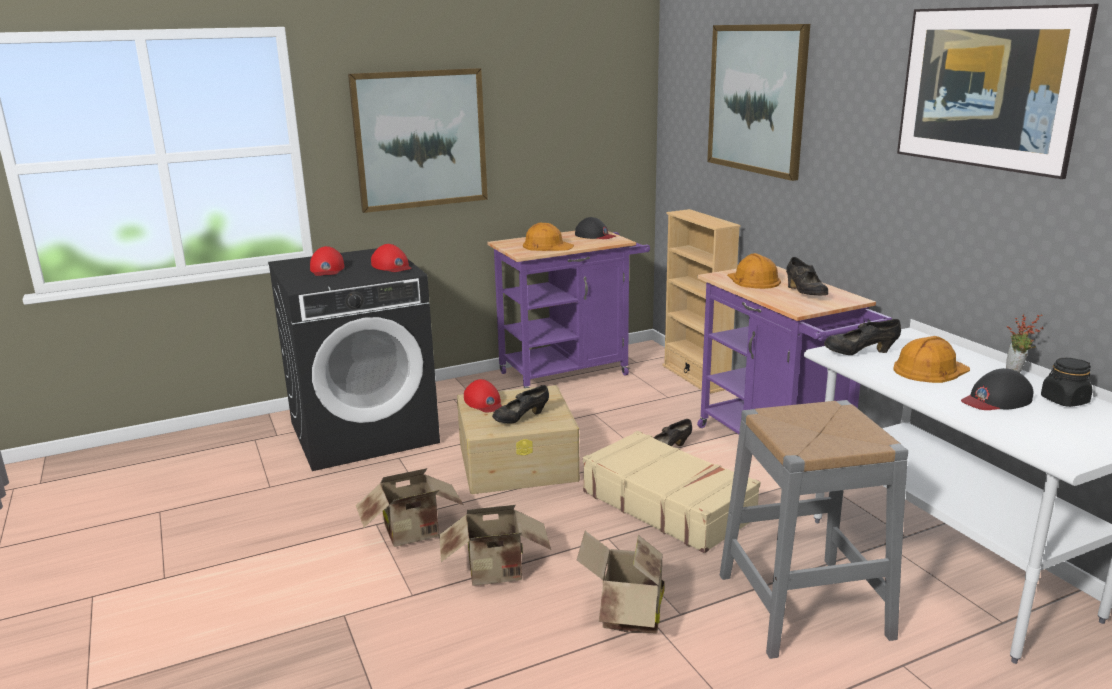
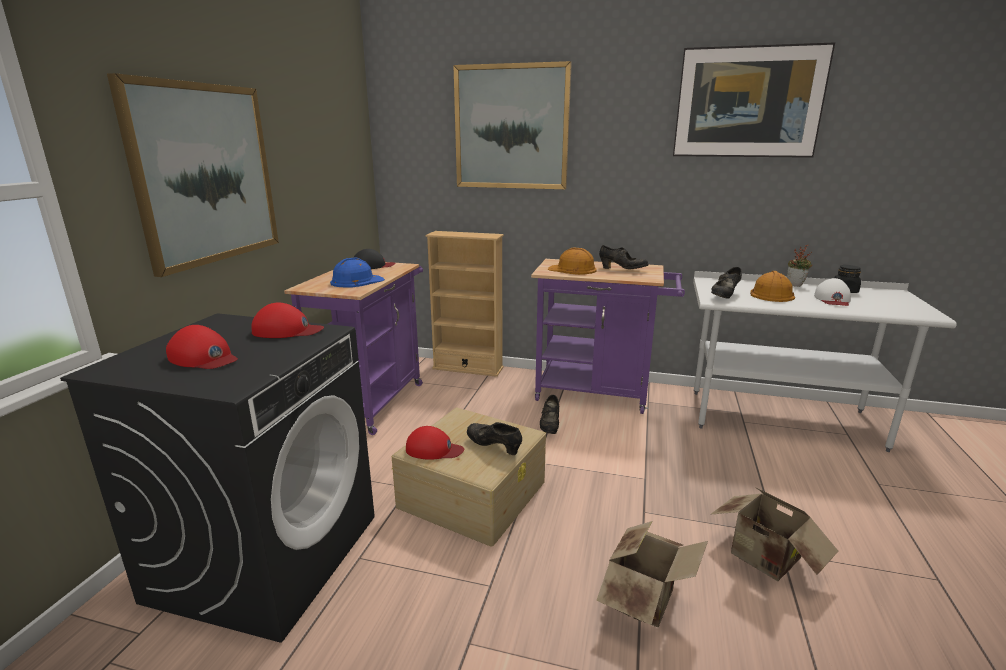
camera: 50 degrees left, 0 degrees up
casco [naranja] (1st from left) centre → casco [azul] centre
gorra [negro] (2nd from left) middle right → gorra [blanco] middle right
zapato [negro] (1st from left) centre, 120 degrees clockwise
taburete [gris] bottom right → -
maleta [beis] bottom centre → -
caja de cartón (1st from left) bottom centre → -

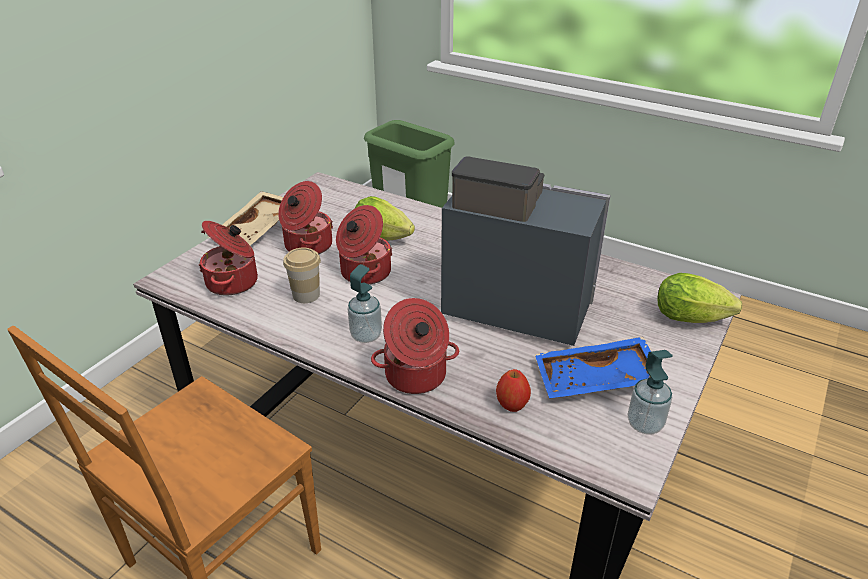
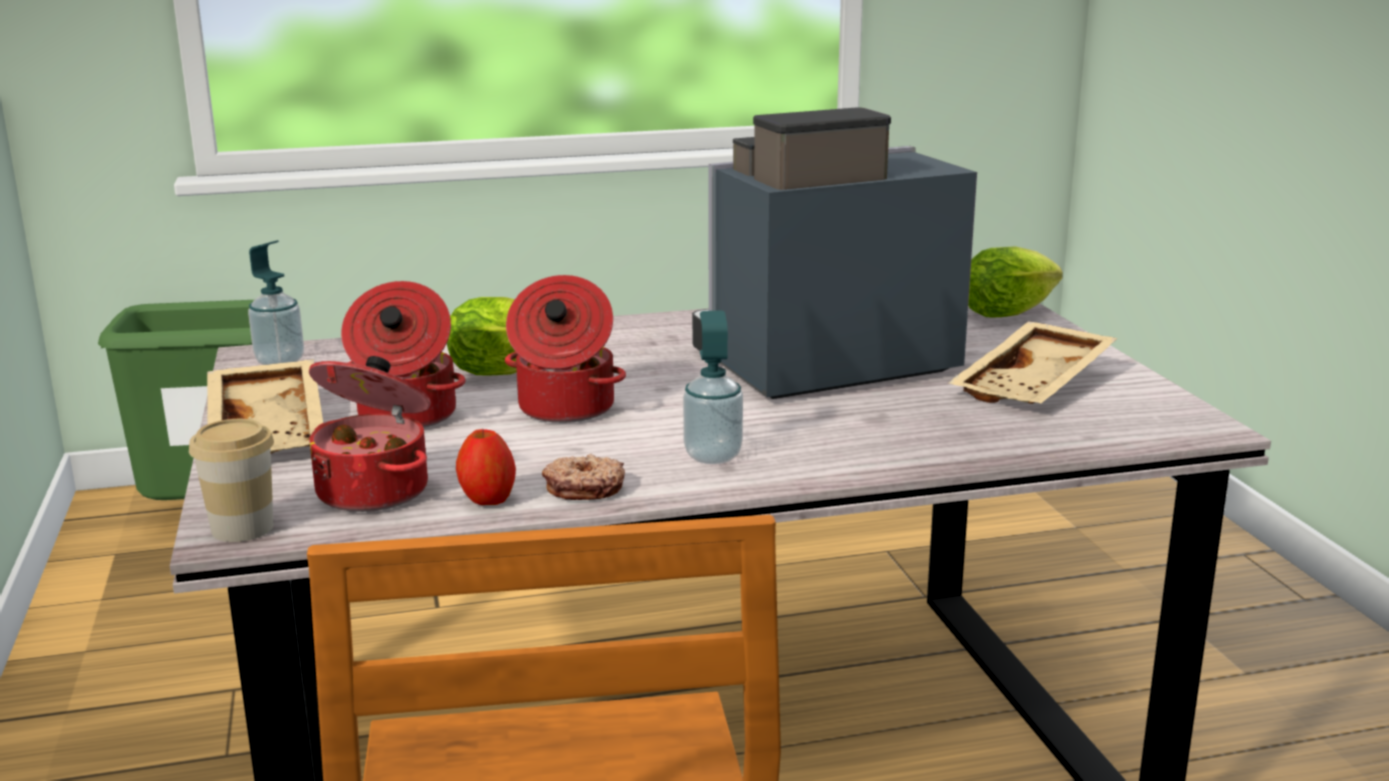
camera: 45 degrees left, 15 degrees down
taza centre → taza middle left, move
olla (4th from left) centre → -
bandeja [azul] middle right → bandeja [beis] (2nd from left) middle right
dispensador de jabón (2nd from left in the first image) bottom right → dispensador de jabón (1st from left) middle left, move
manzana bottom centre → manzana centre, move
- → rosquilla centre

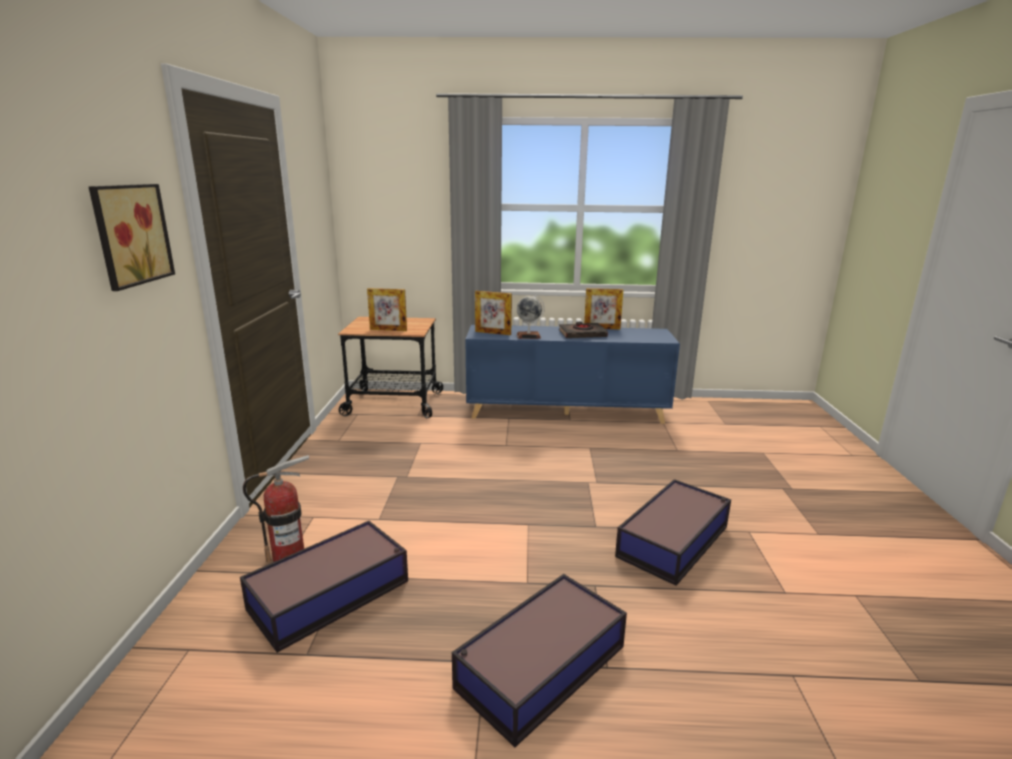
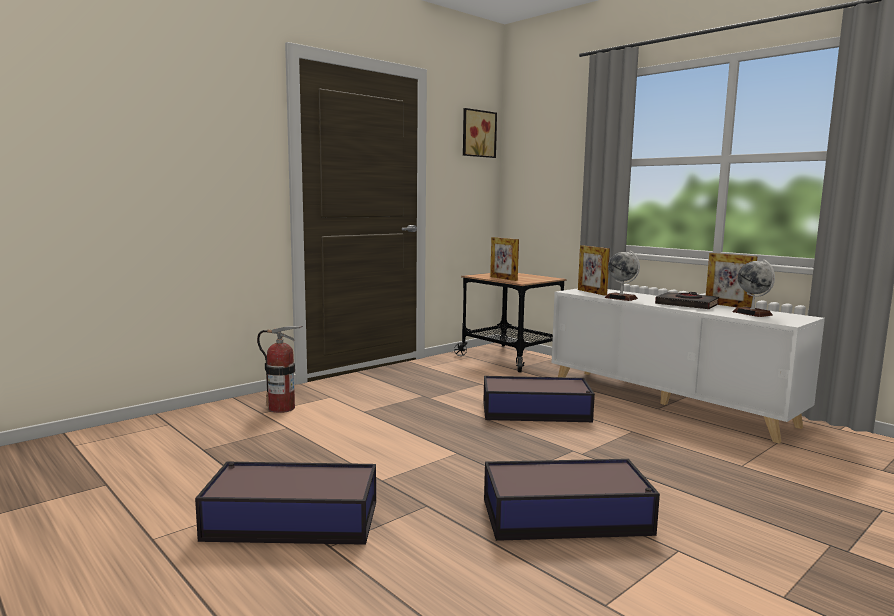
camera: 45 degrees right, 10 degrees down
cuadro top left → cuadro top centre, move
armario [azul] centre → armario [blanco] middle right
caja de almacenaje (1st from left in the first image) bottom left → caja de almacenaje (2nd from left) centre, move
- → globo terráqueo (2nd from left) middle right

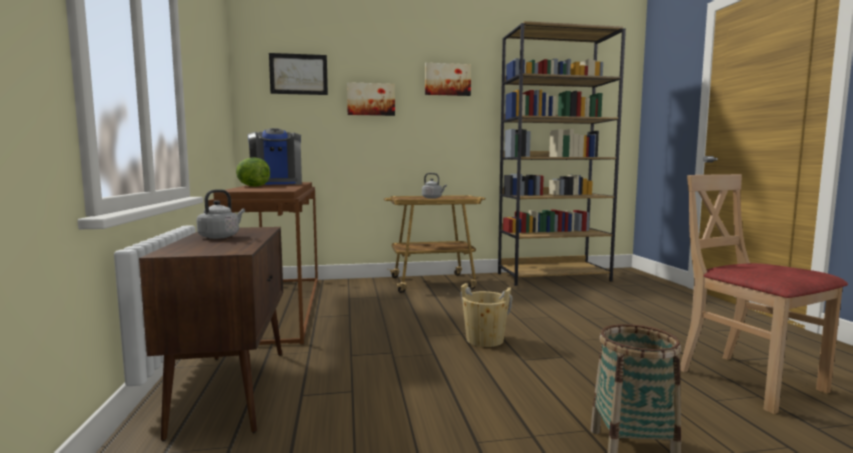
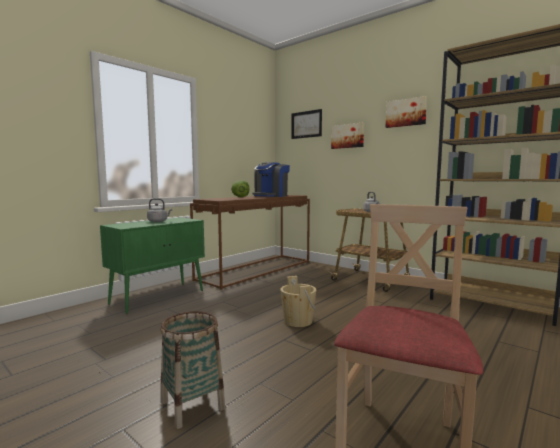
camera: 50 degrees right, 0 degrees up
armario [marrón] bottom left → armario [verde] middle left

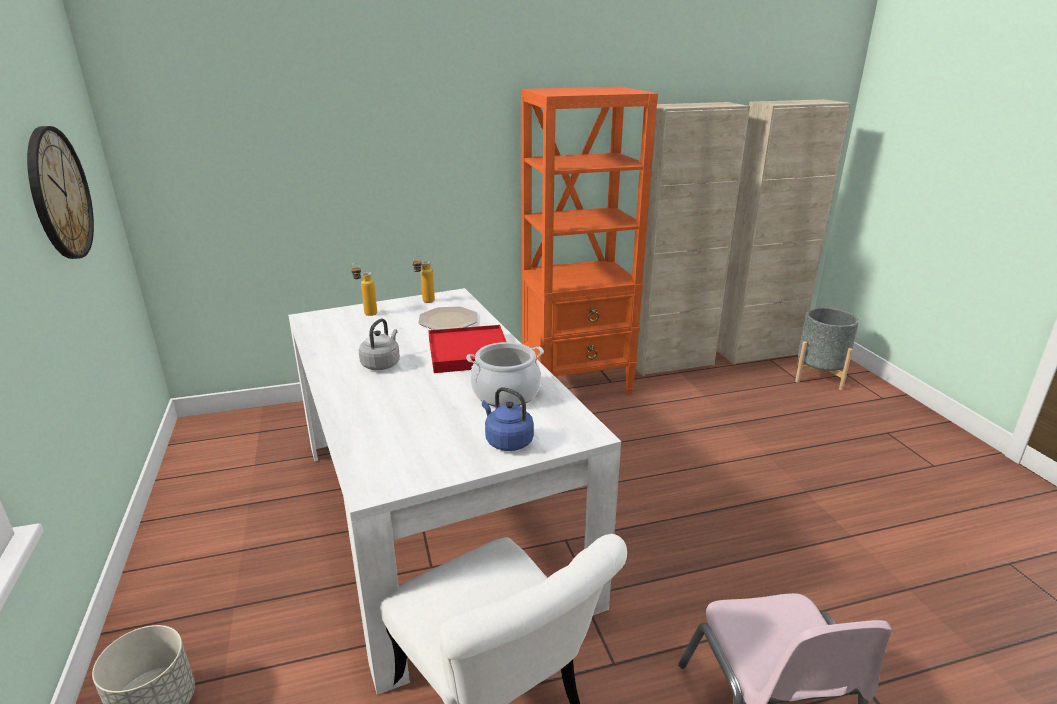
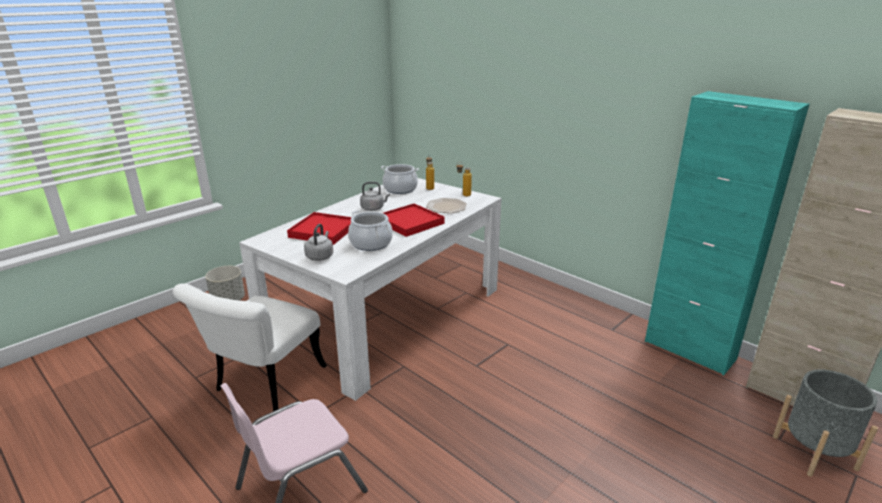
camera: 60 degrees right, 0 degrees up
estantería [naranja] centre → -
armario [beis] (1st from left) centre → armario [turquesa] middle right
reloj de pared top left → -
hervidor [azul] centre → hervidor [gris] (1st from left) centre
- → olla (2nd from left) centre
- → bandeja [rojo] (1st from left) centre

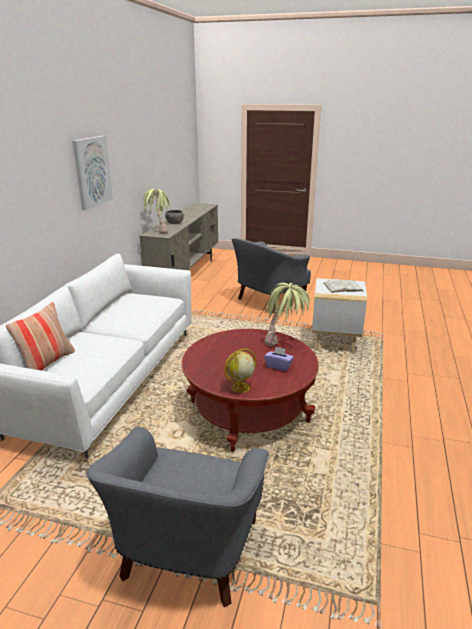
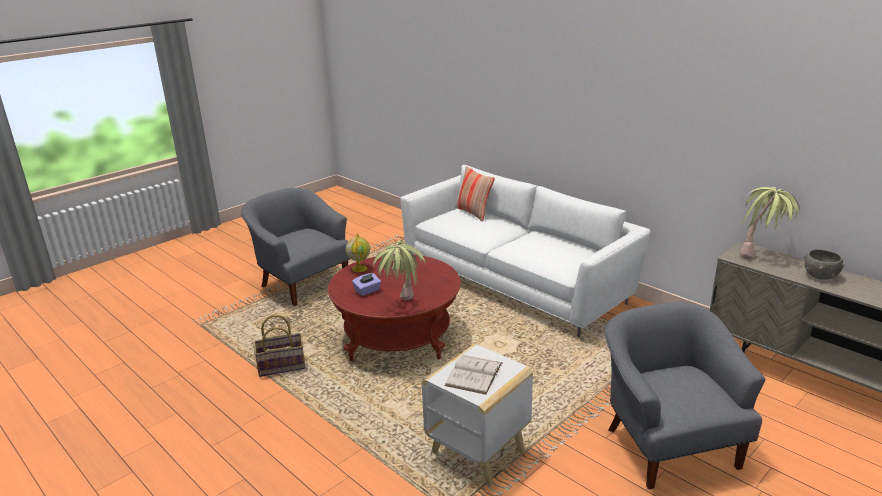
camera: 120 degrees right, 0 degrees up
cuadro top left → -
- → cesta bottom left

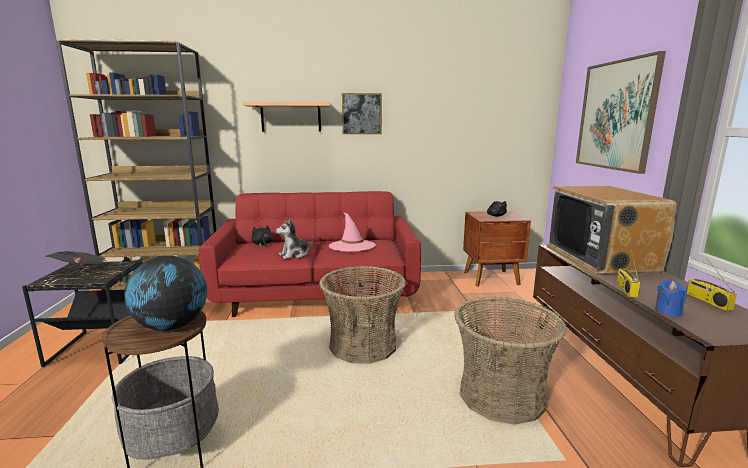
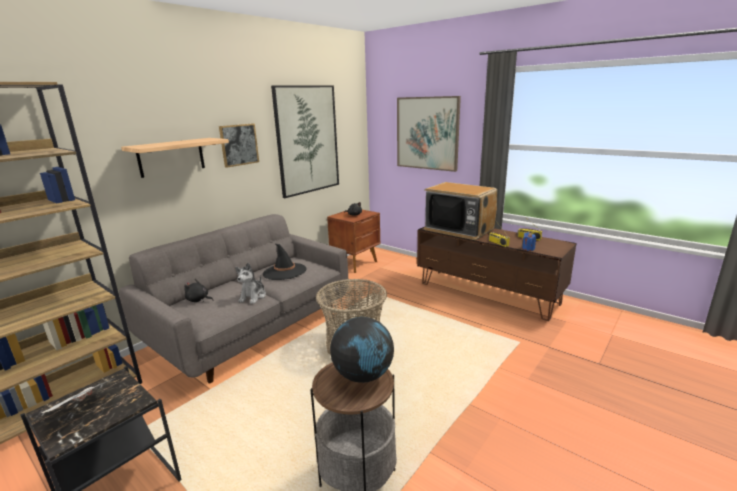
camera: 45 degrees left, 5 degrees up
sofá [rojo] centre → sofá [gris] middle left
sombrero [rosa] centre → sombrero [negro] centre
cesta (2nd from left) bottom right → -
- → cuadro (2nd from left) top centre

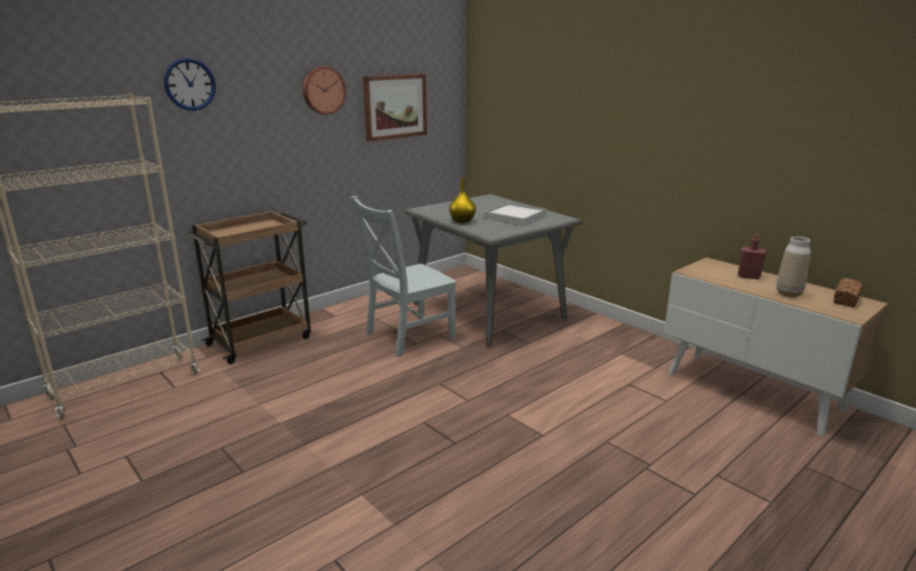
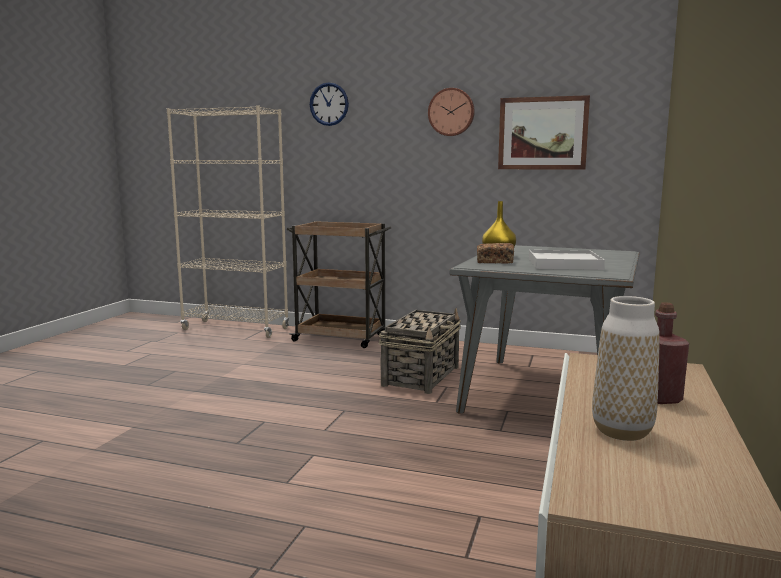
camera: 60 degrees right, 10 degrees down
silla [gris] centre → cesta centre
pan middle right → pan centre, move

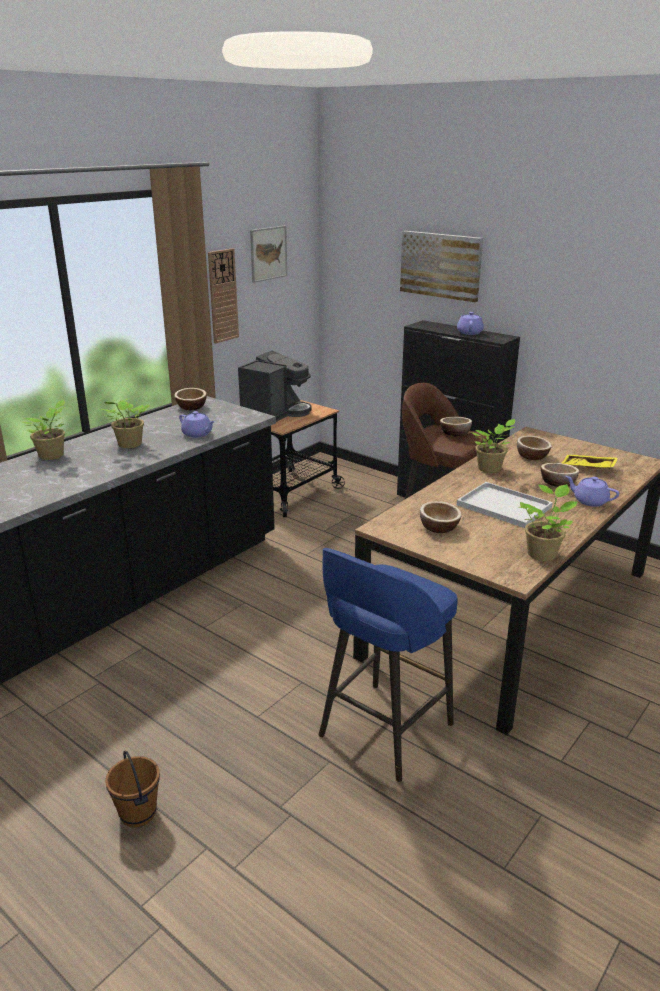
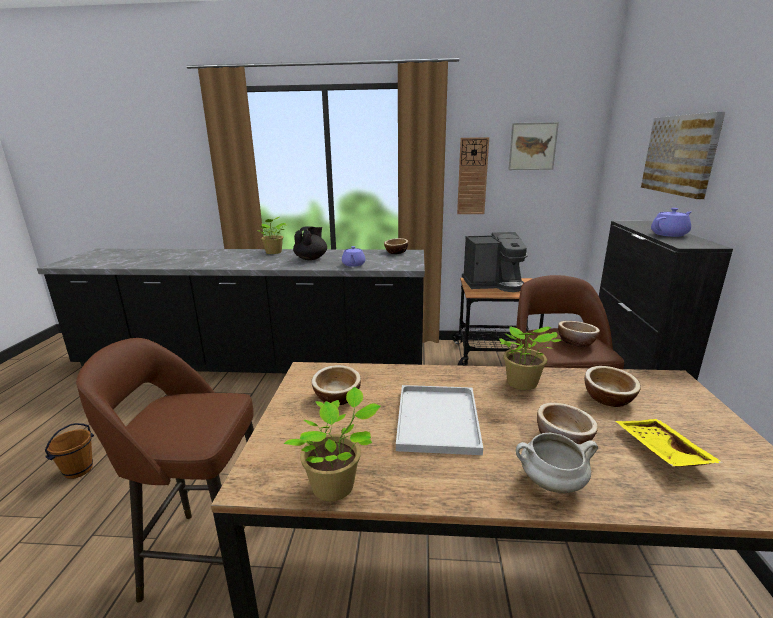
camera: 55 degrees right, 5 degrees down
planta en maceta (2nd from left) middle left → tetera [negro] centre
tetera [morado] (3rd from left) middle right → olla [blanco] bottom right
taburete [azul] bottom centre → taburete [marrón] (1st from left) bottom left

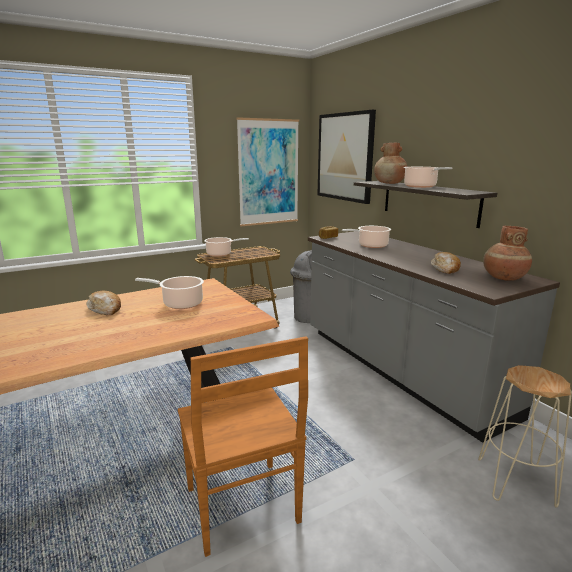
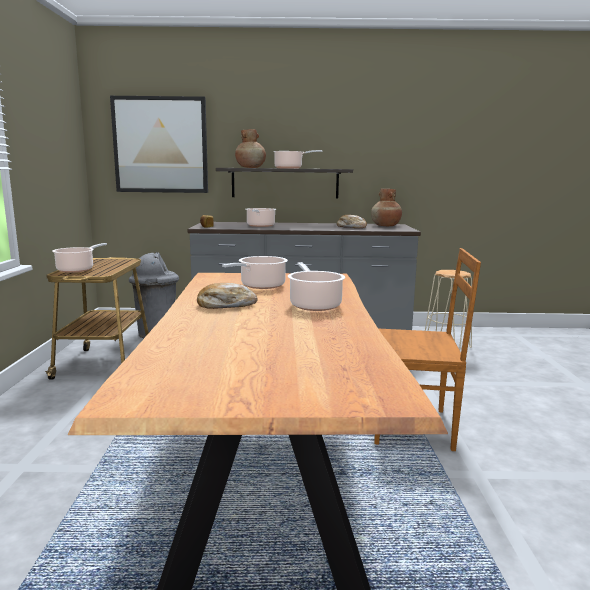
camera: 60 degrees left, 5 degrees down
cuadro (1st from left) top centre → -
- → olla (5th from left) centre

